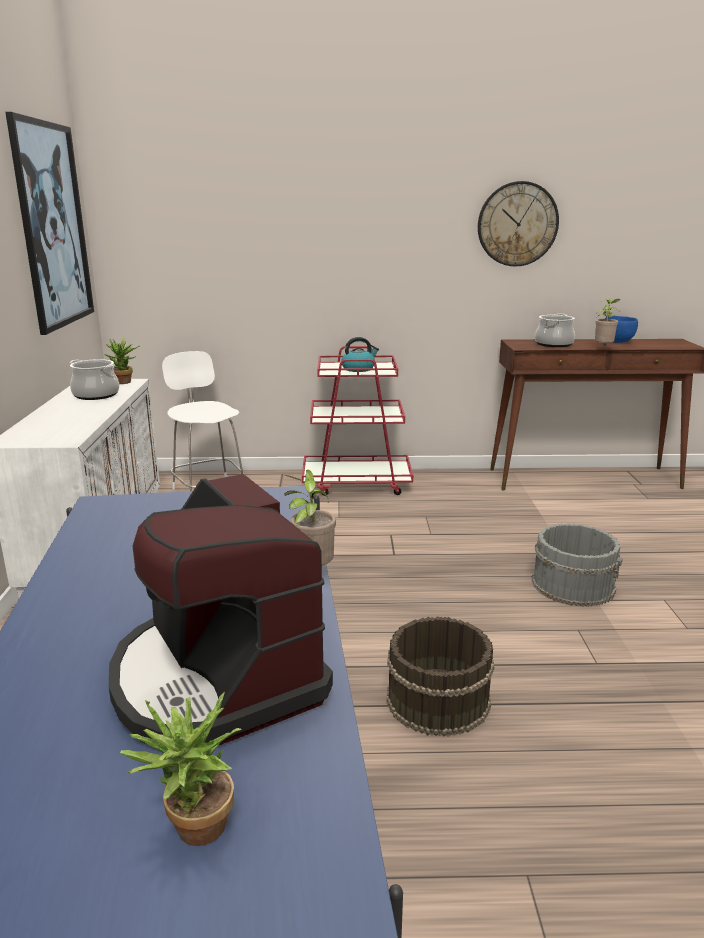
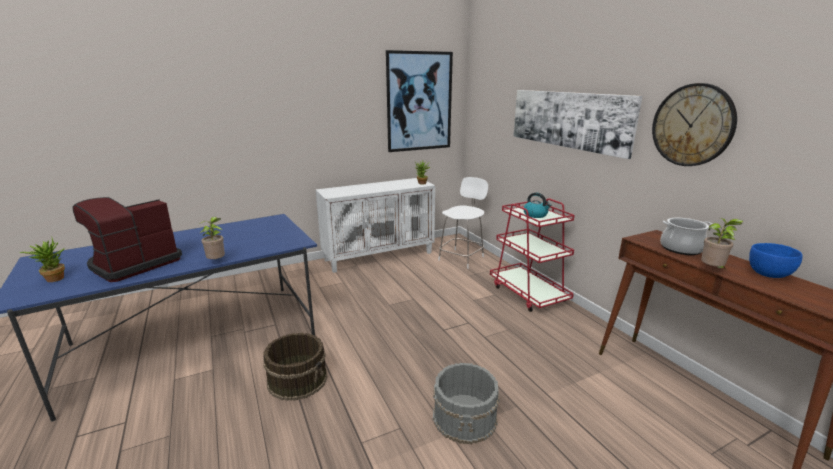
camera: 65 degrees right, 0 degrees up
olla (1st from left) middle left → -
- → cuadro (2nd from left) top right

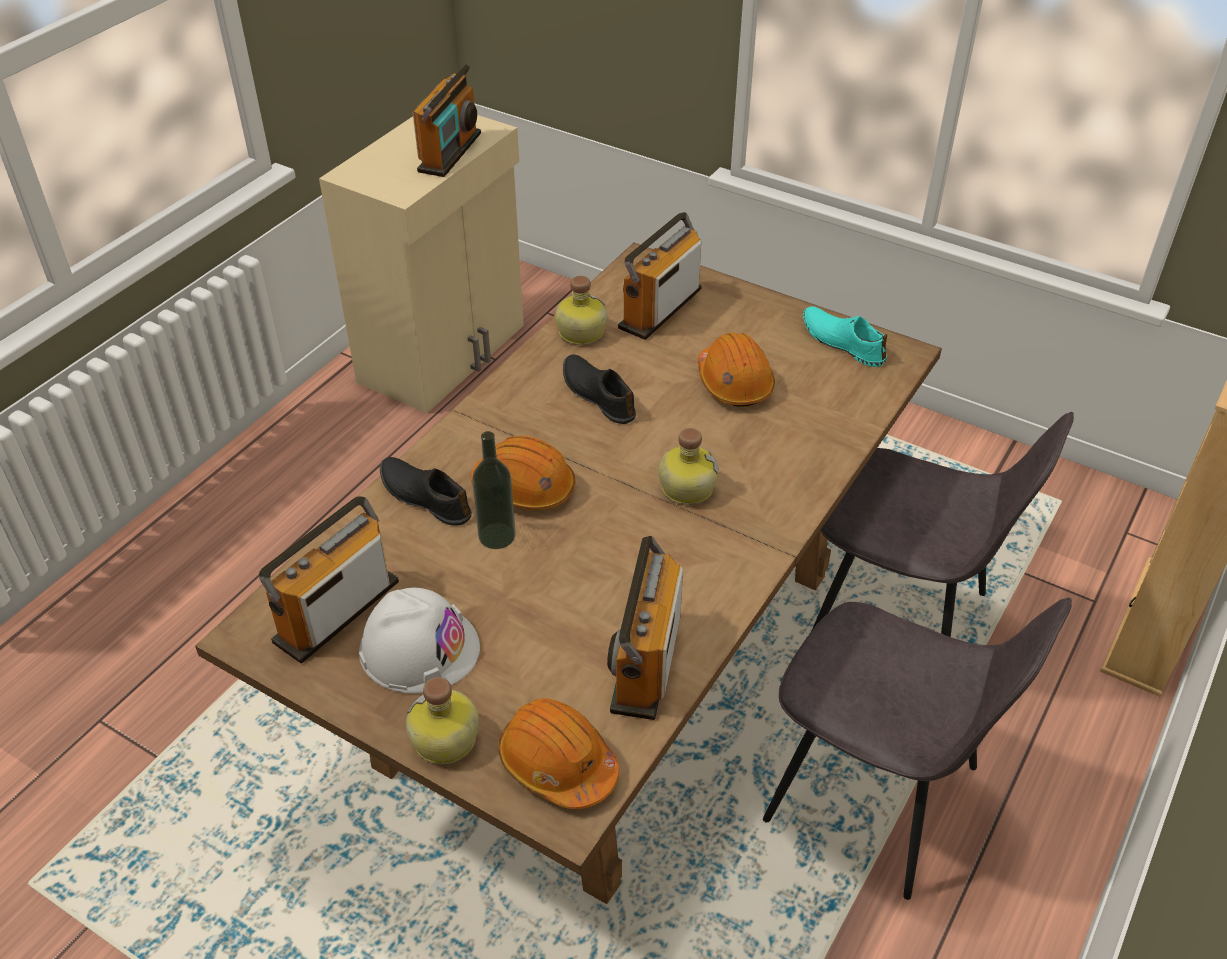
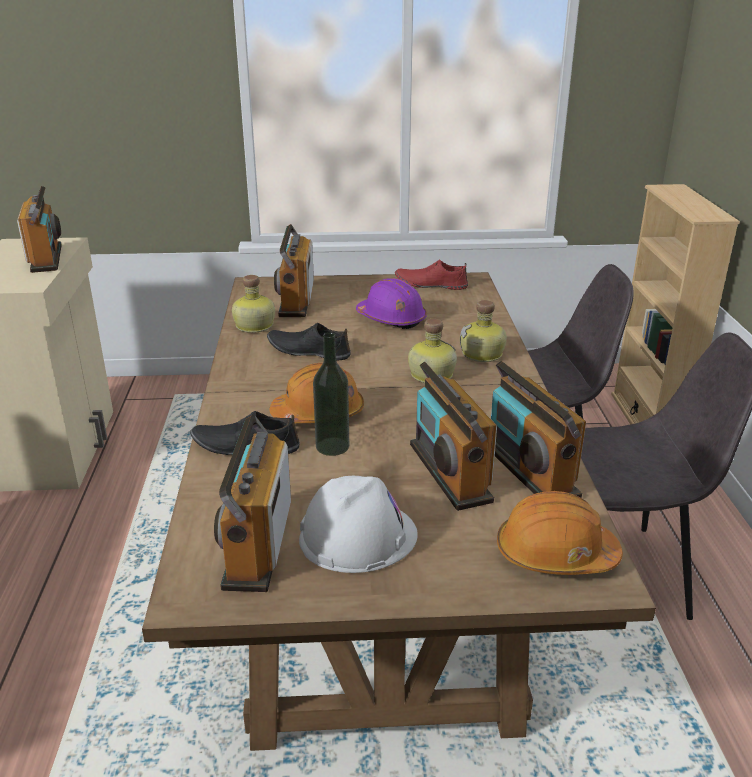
camera: 35 degrees left, 15 degrees down
zapato [turquesa] middle right → zapato [rojo] centre
casco [naranja] (3rd from left) centre → casco [morado] centre
botella (1st from left in the first image) bottom centre → botella (4th from left) centre, move
- → radio (4th from left) centre

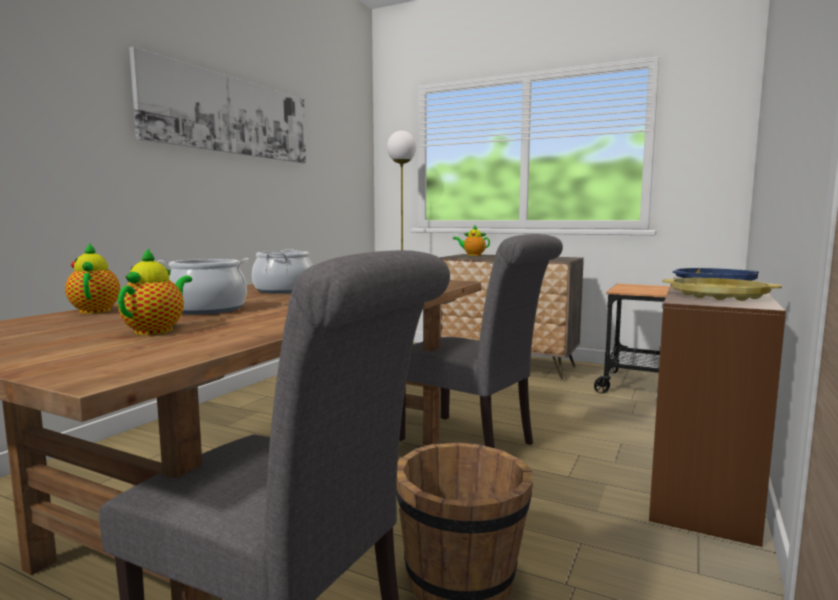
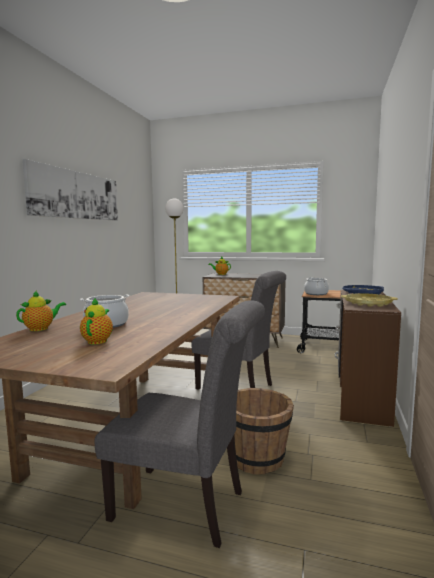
camera: 10 degrees left, 0 degrees up
tetera (1st from left) middle left, 75 degrees clockwise
olla (2nd from left) centre → olla (2nd from left) middle right, move

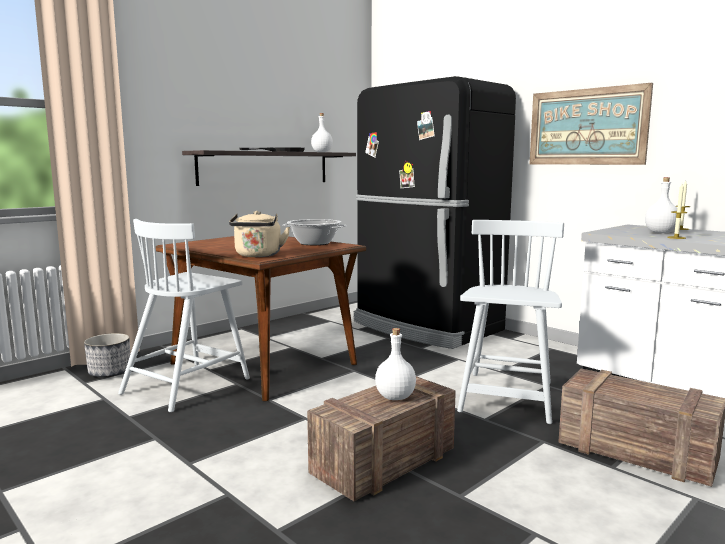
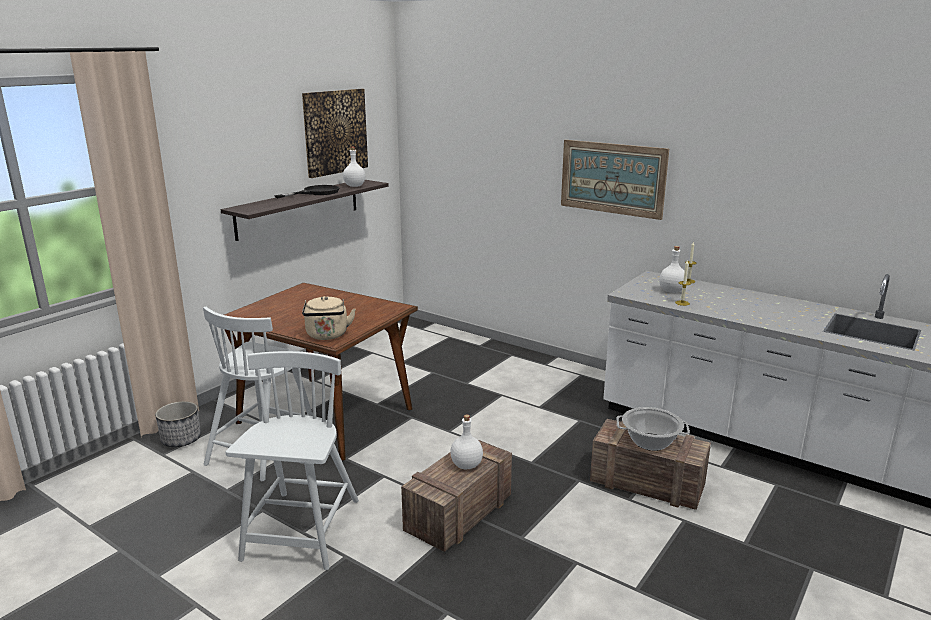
camera: 10 degrees left, 10 degrees up
nevera [negro] centre → -
olla centre → olla bottom right, move
silla [blanco] (2nd from left) middle right → silla [blanco] (2nd from left) bottom left, move
- → cuadro (1st from left) top centre

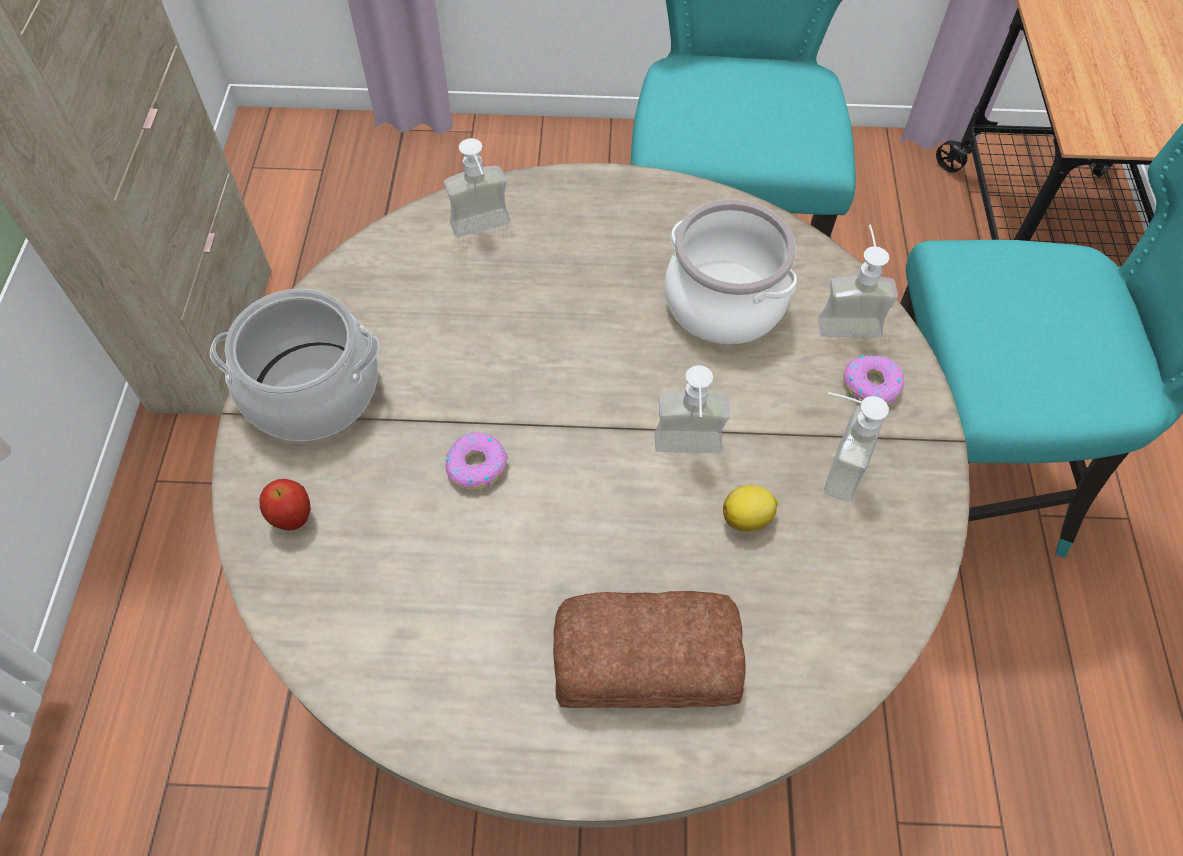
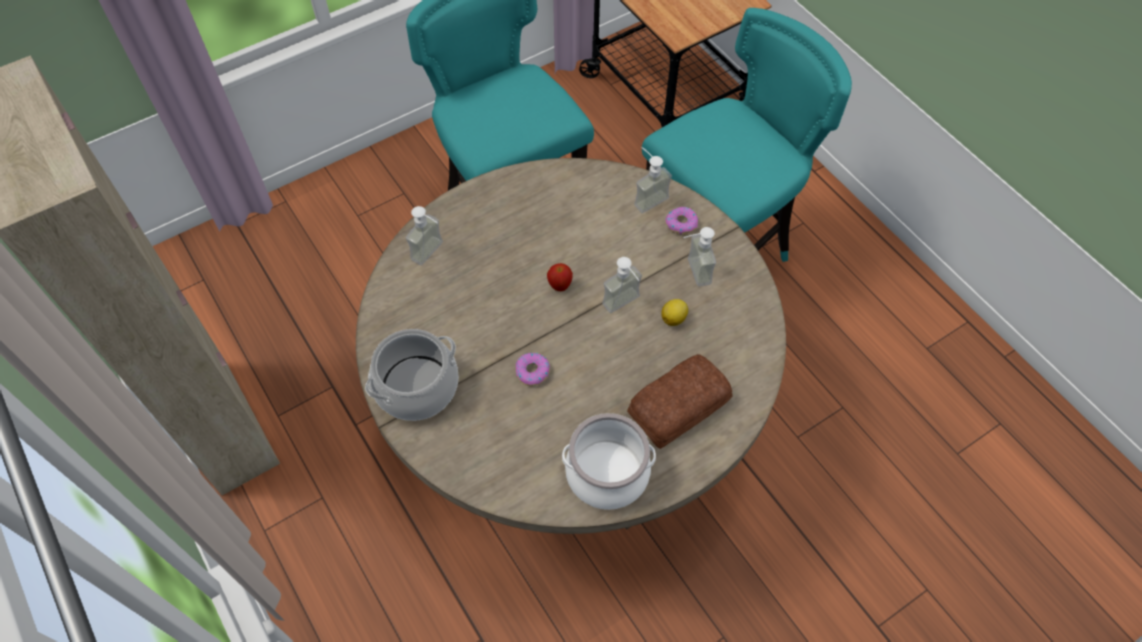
camera: 35 degrees left, 0 degrees up
olla (2nd from left) top centre → olla (2nd from left) bottom centre, move
manzana middle left → manzana centre, move

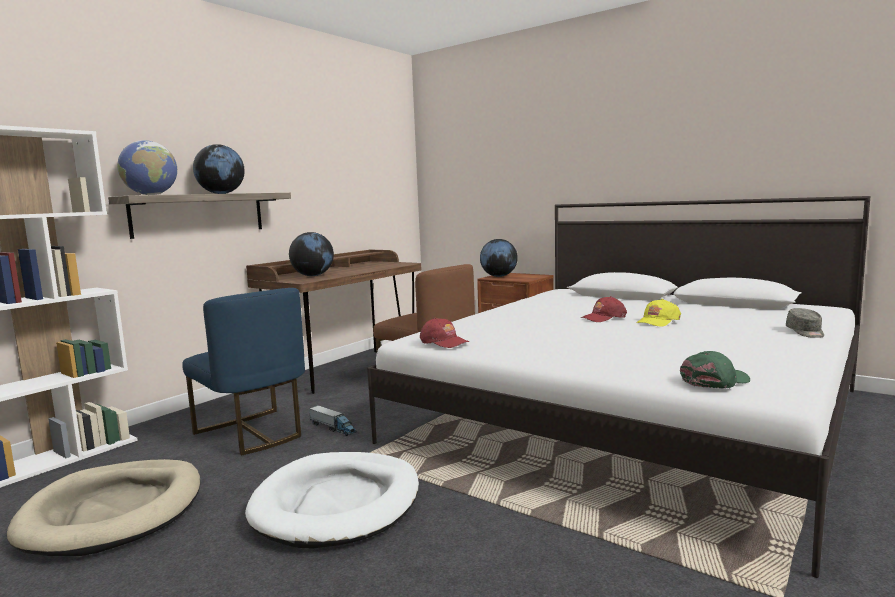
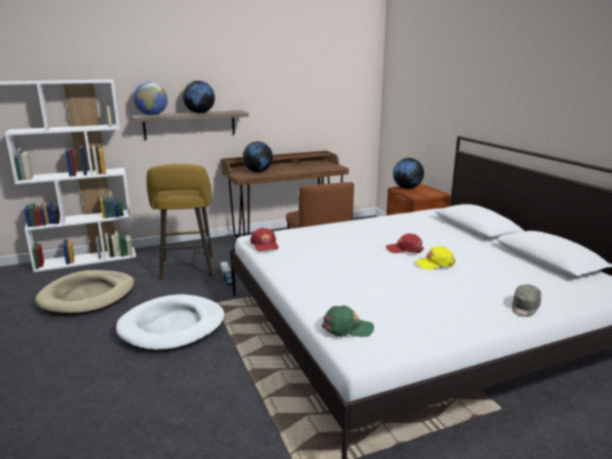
camera: 30 degrees right, 10 degrees up
silla [azul] middle left → taburete [amarillo] middle left

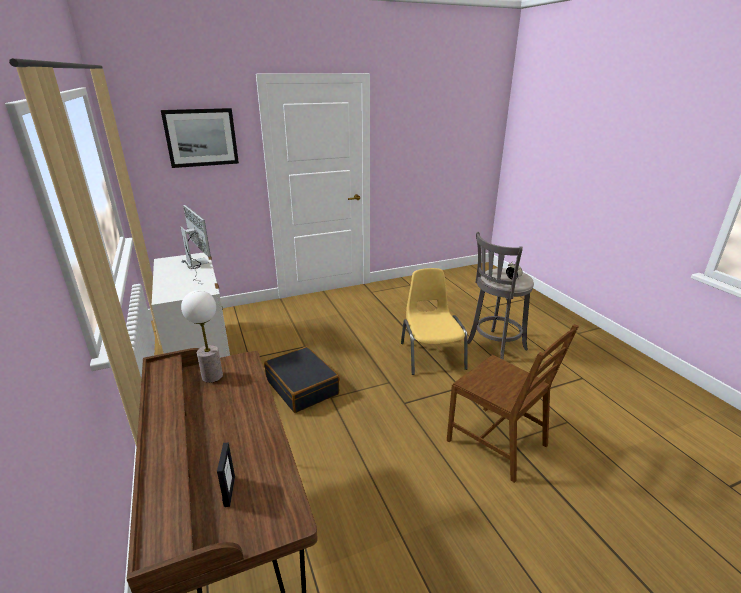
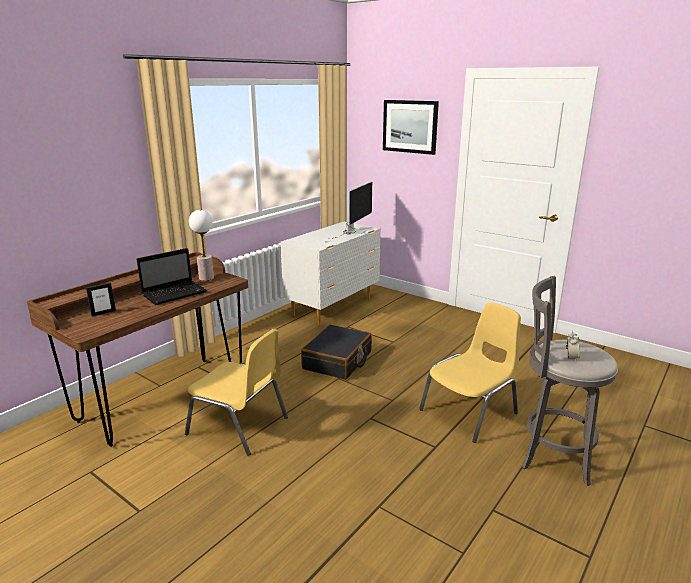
camera: 60 degrees right, 5 degrees down
silla [marrón] bottom right → -
- → portátil middle left
- → silla [amarillo] (1st from left) bottom centre

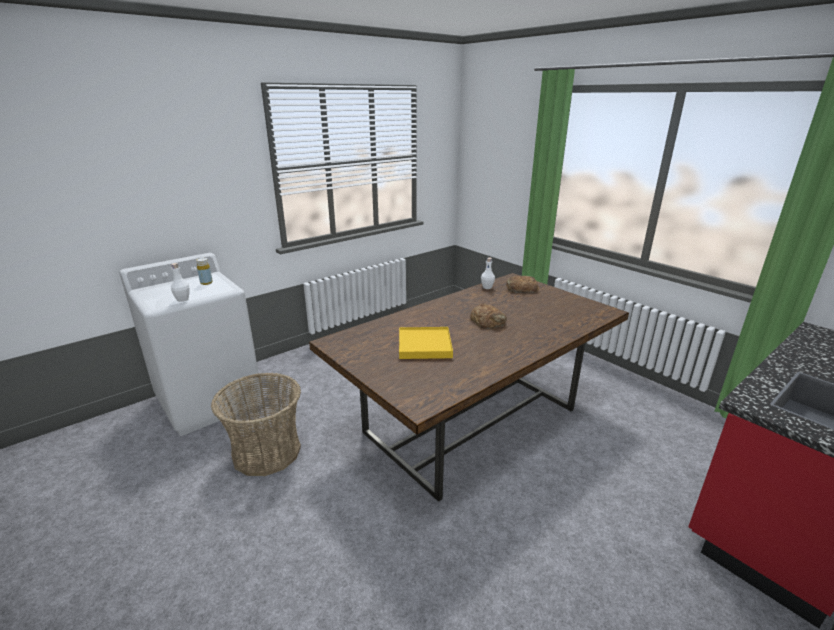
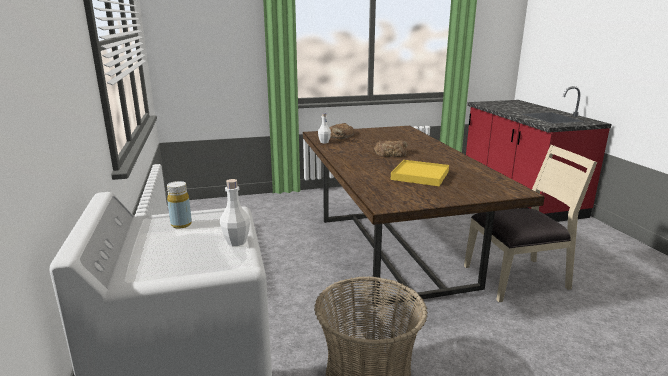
camera: 65 degrees left, 5 degrees down
- → silla [beis] middle right

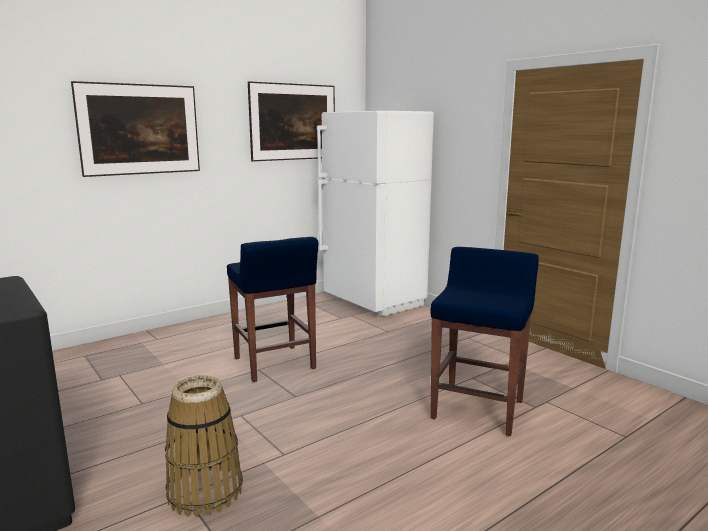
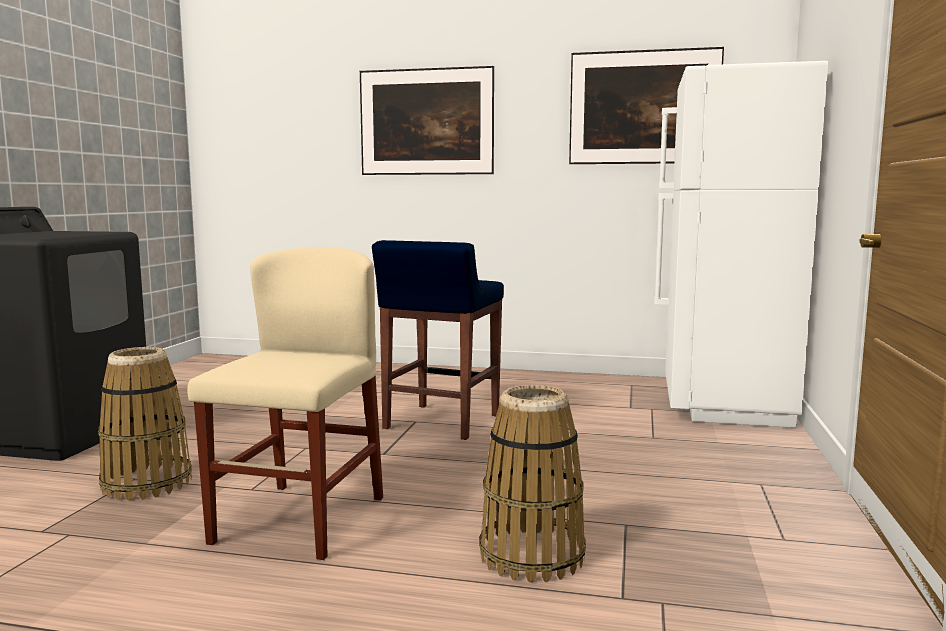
camera: 50 degrees right, 5 degrees down
taburete [azul] (2nd from left) middle right → cesta (2nd from left) bottom centre
- → silla [beis] middle left

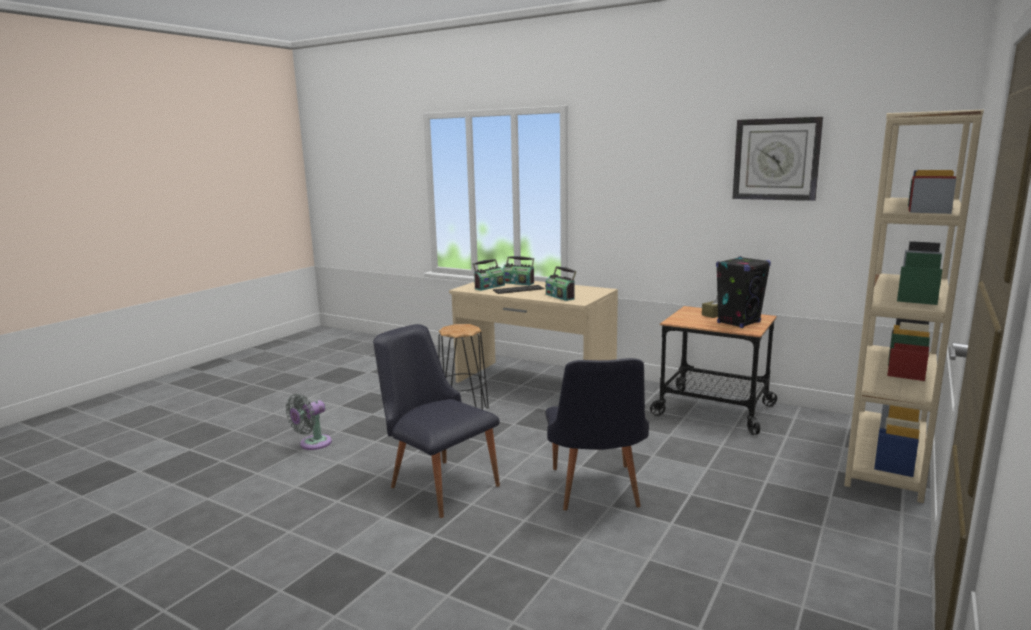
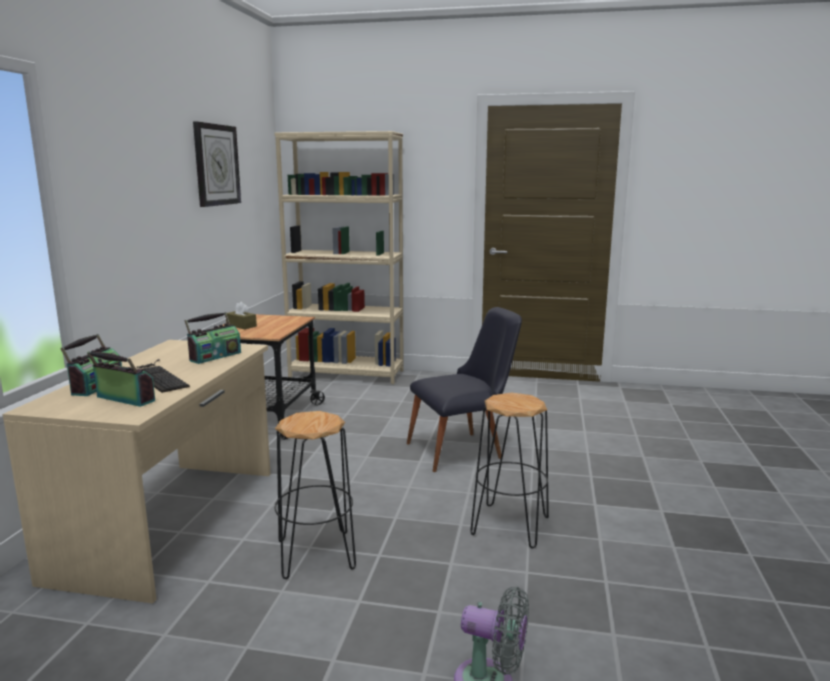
camera: 110 degrees left, 0 degrees up
altavoz [negro] middle right → -
silla [negro] (1st from left) bottom centre → taburete [negro] (2nd from left) bottom centre

